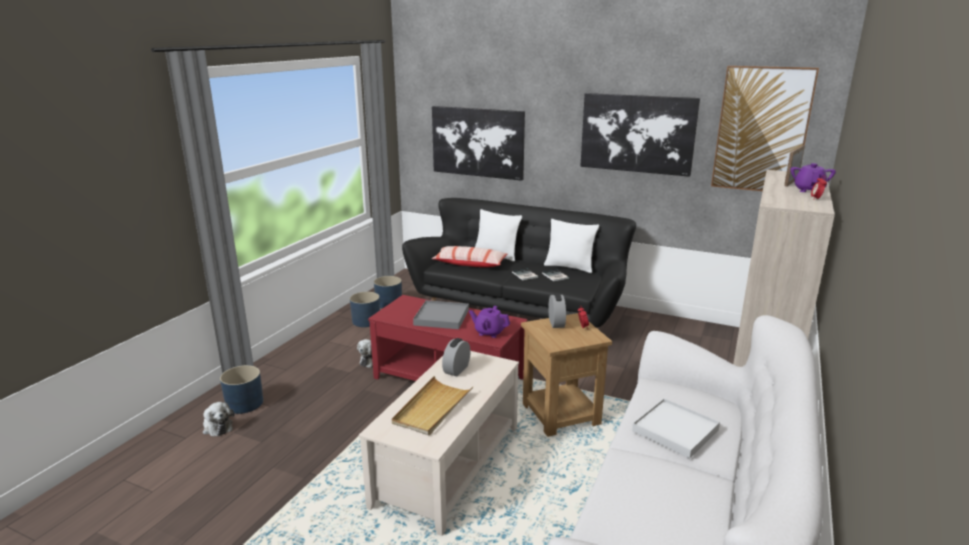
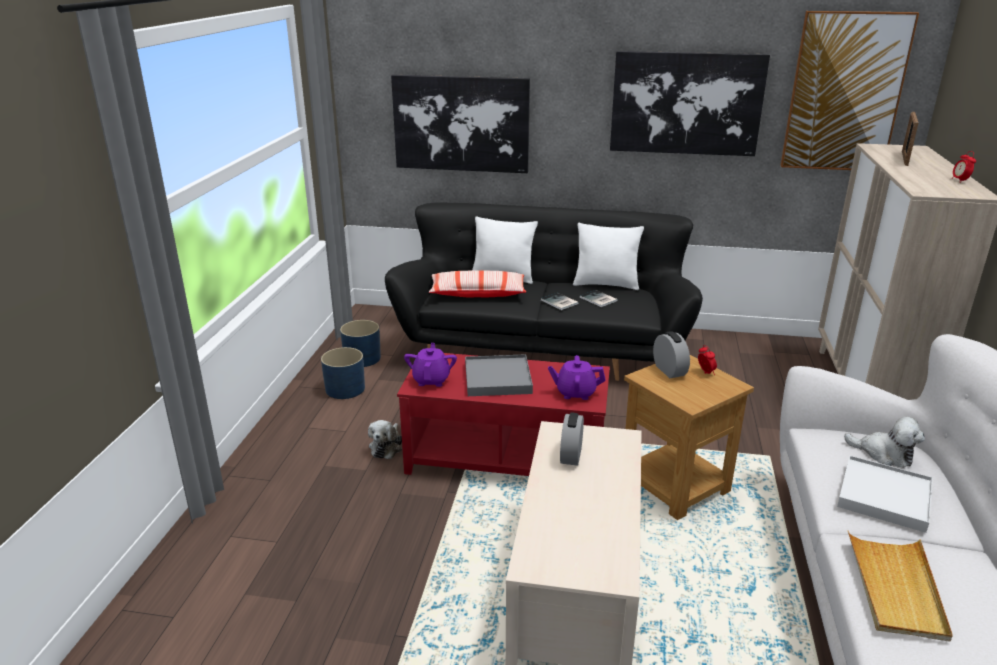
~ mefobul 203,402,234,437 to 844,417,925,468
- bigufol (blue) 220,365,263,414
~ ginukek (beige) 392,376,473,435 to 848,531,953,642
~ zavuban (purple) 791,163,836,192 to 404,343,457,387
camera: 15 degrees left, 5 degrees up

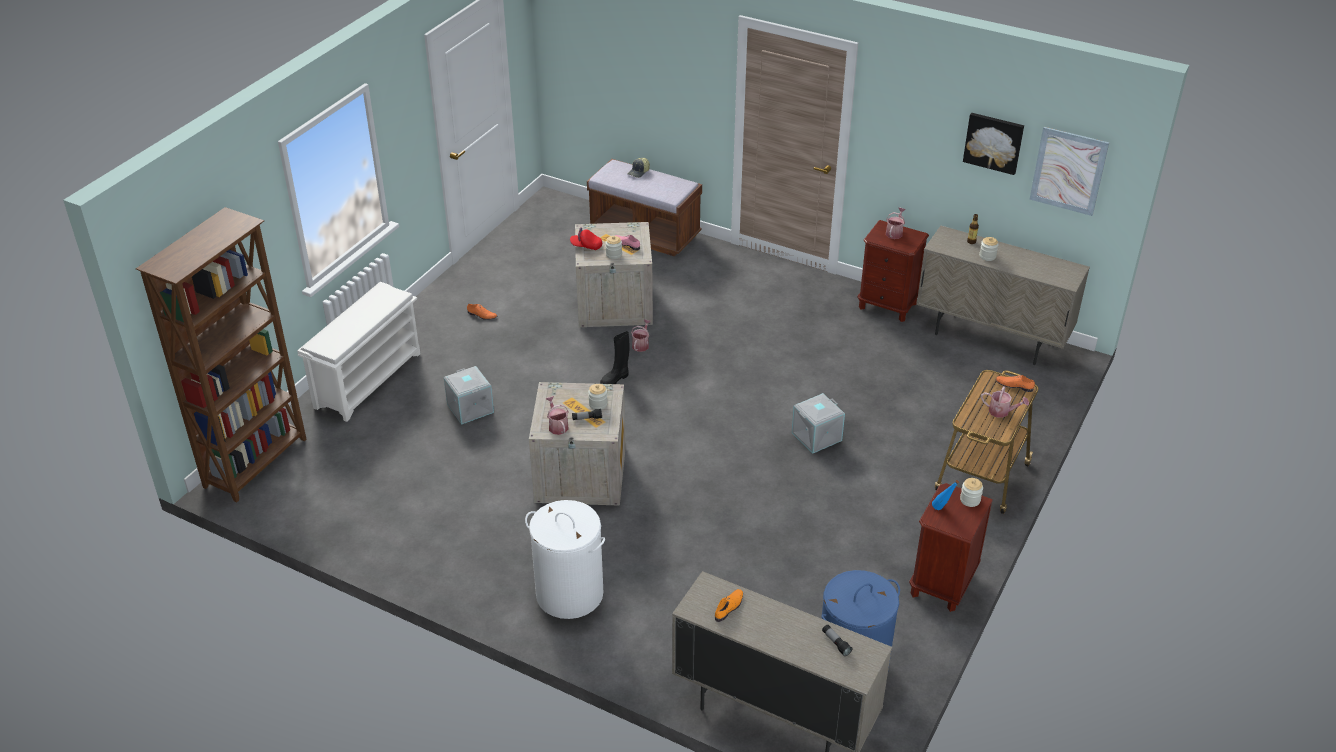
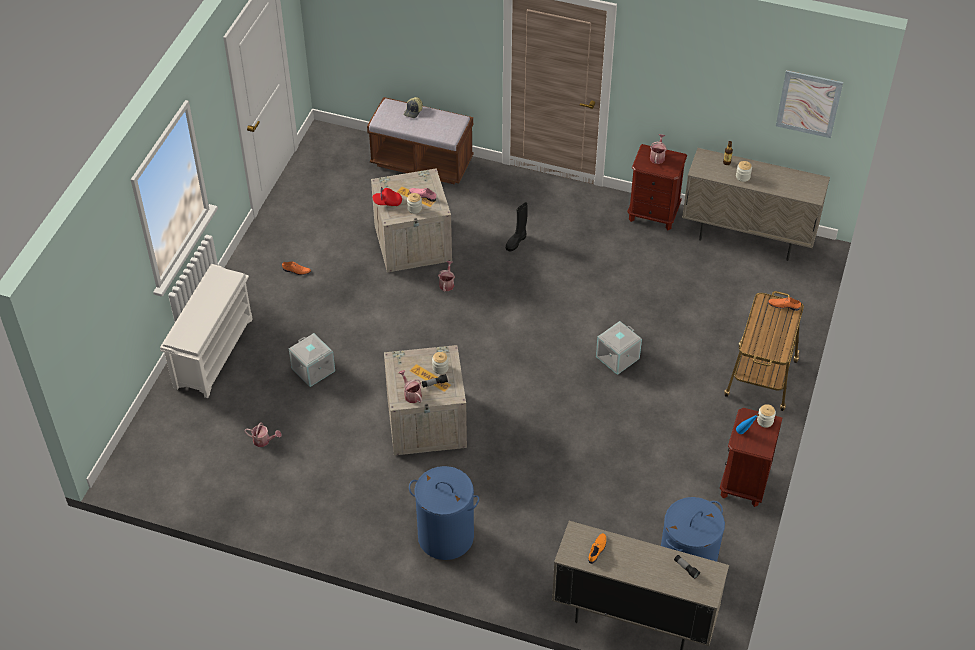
- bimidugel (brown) 136,207,307,503
~ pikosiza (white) 525,500,605,619 to pikosiza (blue) 409,466,479,560
~ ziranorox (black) 600,331,629,384 to 506,202,528,252
- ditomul 963,113,1024,175
~ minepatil 981,386,1029,418 to 244,422,281,447
camera: 10 degrees left, 10 degrees up

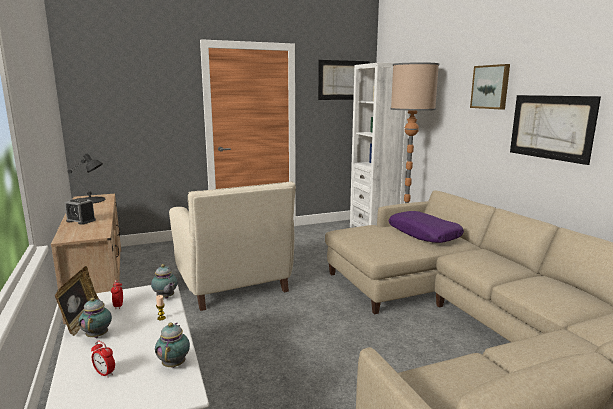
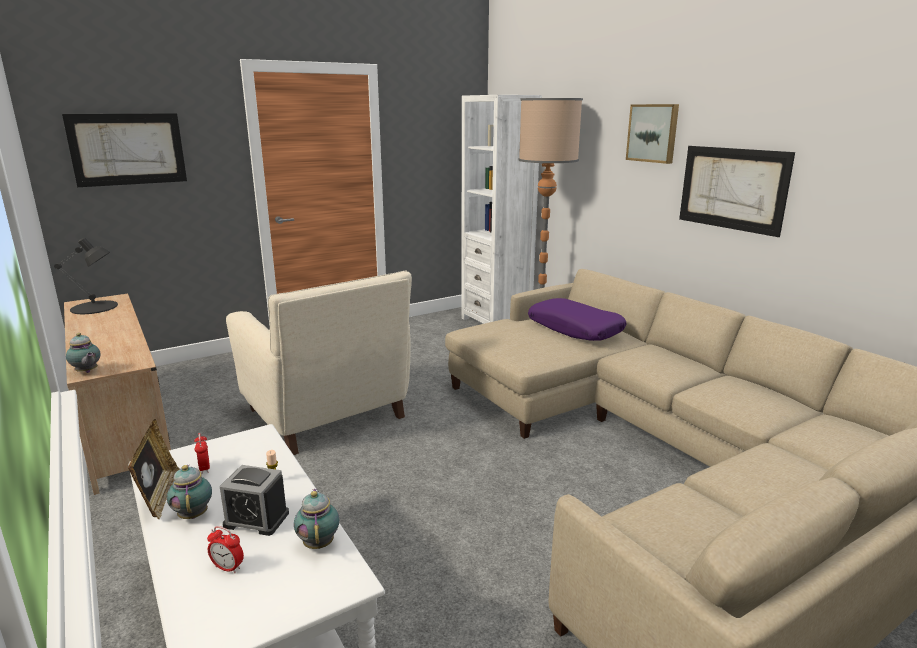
~ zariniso 65,198,96,225 to 220,465,289,536
~ zavuban 151,264,178,299 to 66,333,100,373
~ ditomul 318,60,370,100 to 62,113,187,187
camera: 10 degrees left, 5 degrees up

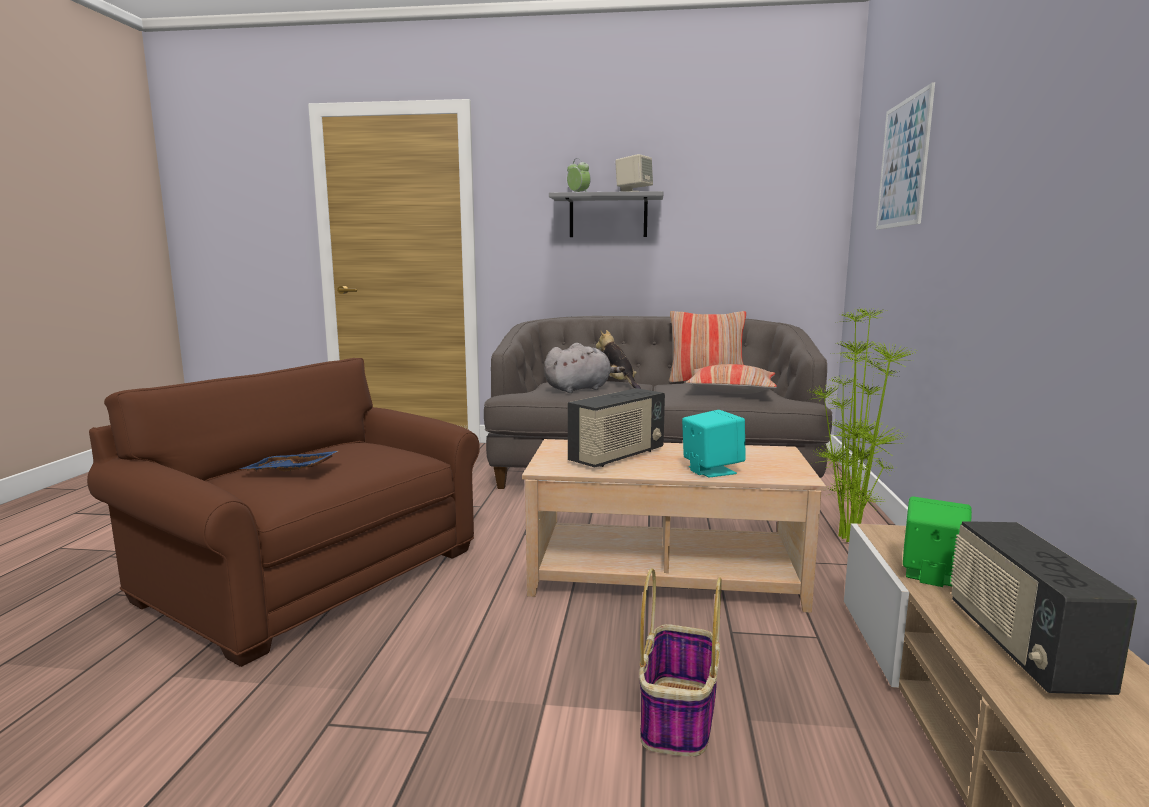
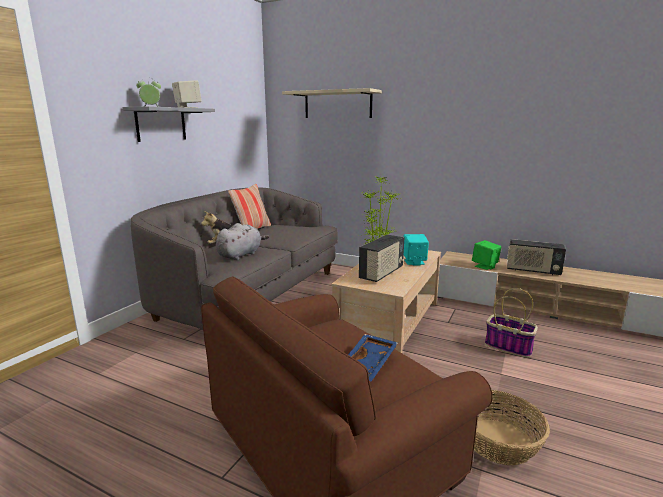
~ mefobul (grey) 544,343,625,393 = 216,223,269,260 45 degrees clockwise
~ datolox 568,388,665,467 = 359,235,404,282 60 degrees clockwise
- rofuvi 685,364,777,394
~ ditomul 876,82,935,230 to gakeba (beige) 282,88,382,118
+ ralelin 474,390,550,465
camera: 70 degrees left, 5 degrees up

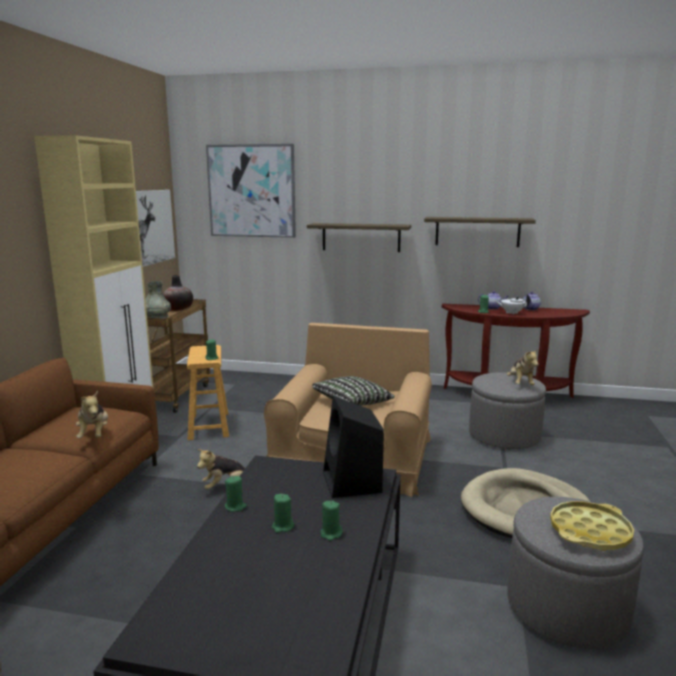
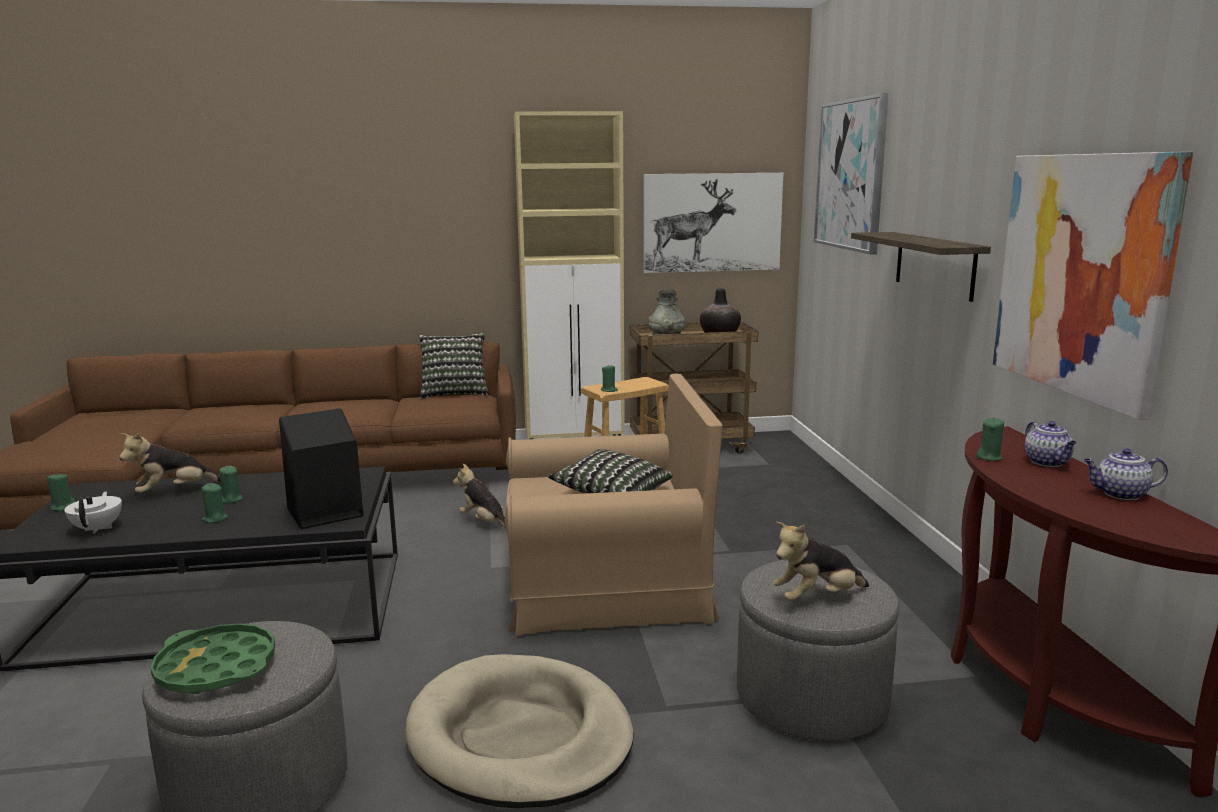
~ mefobul 76,391,108,438 to 119,433,221,493
~ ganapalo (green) 224,476,247,512 to 47,473,75,512
~ gakeba 424,217,536,247 to ditomul 993,151,1193,420
~ zavuban (white) 495,293,530,315 to 64,491,122,534
~ ginukek (yellow) 550,501,634,551 to ginukek (green) 150,623,275,694
+ rofuvi 419,332,489,399
camera: 70 degrees right, 0 degrees up

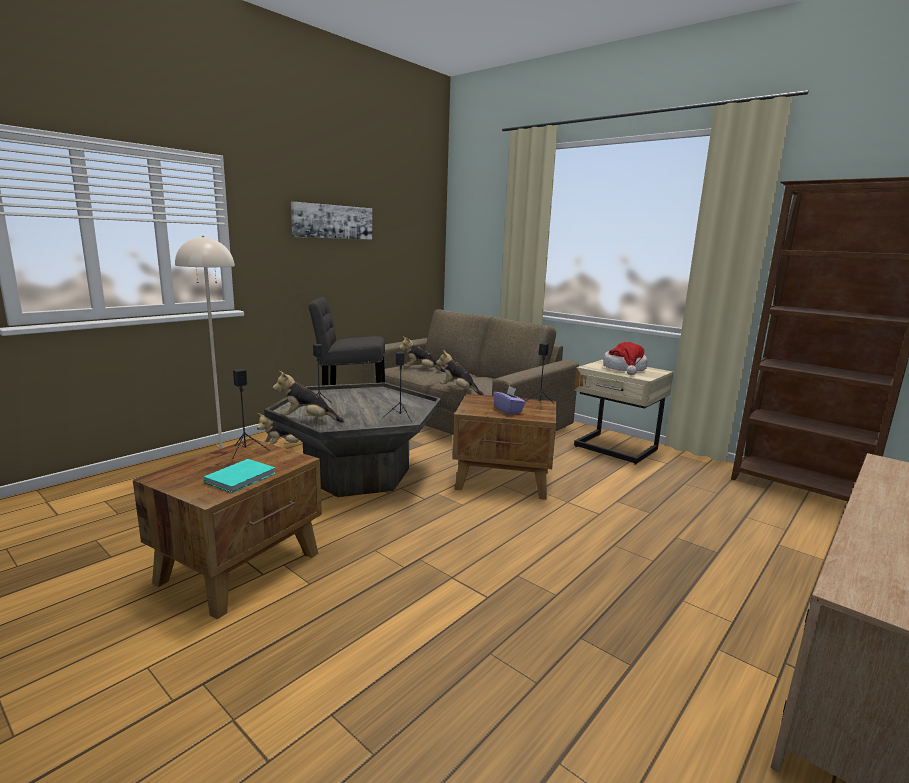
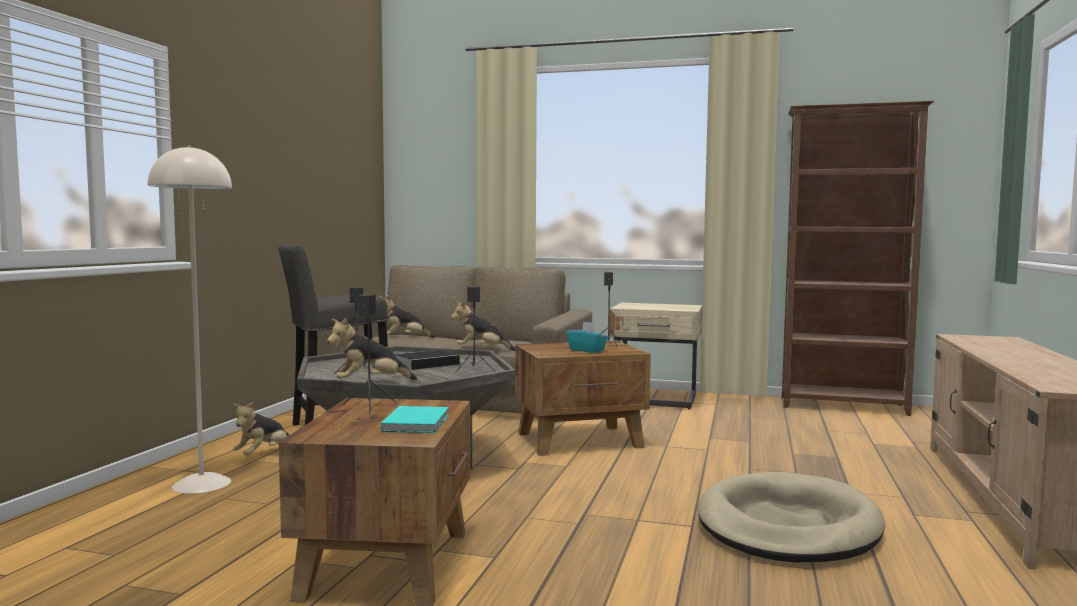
- ditomul 291,202,372,240
~ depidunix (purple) 493,386,526,415 to depidunix (turquoise) 567,322,608,353
- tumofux 603,342,647,375
+ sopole 395,350,460,370
+ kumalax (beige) 698,472,885,562
camera: 25 degrees left, 10 degrees down

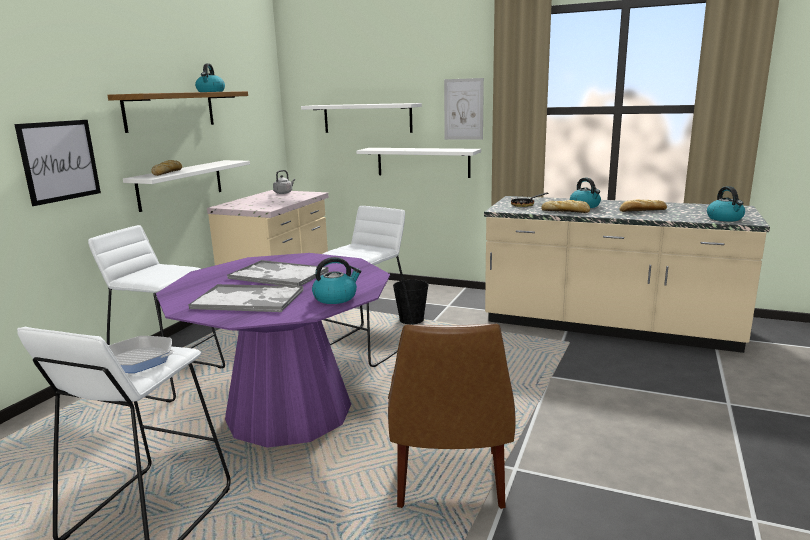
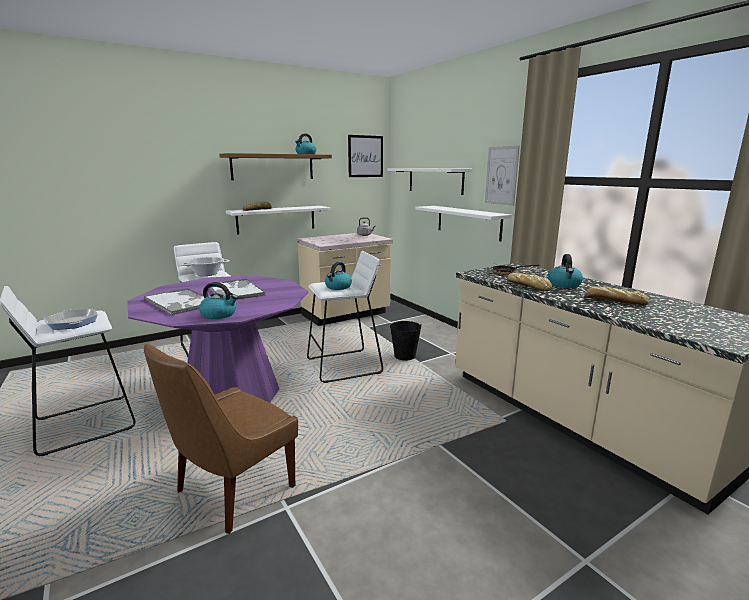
~ ditomul 14,120,101,206 to 348,135,383,177
~ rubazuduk 707,186,745,221 to 325,262,352,290
+ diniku 181,257,230,276
camera: 35 degrees right, 0 degrees up

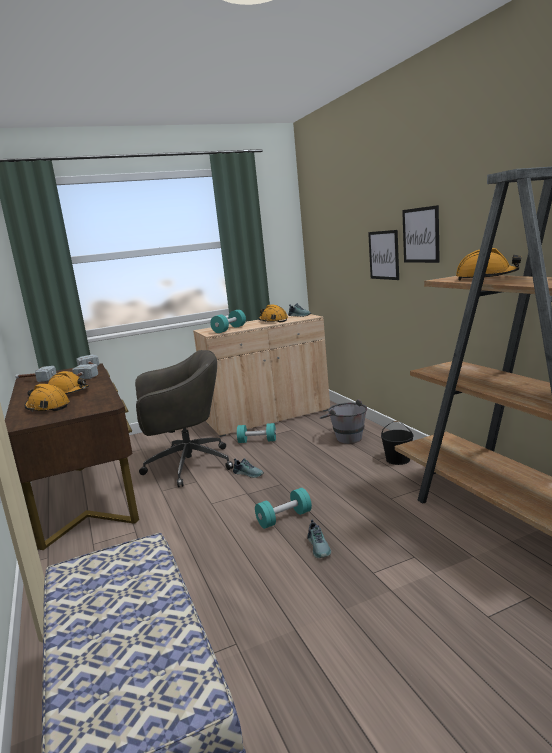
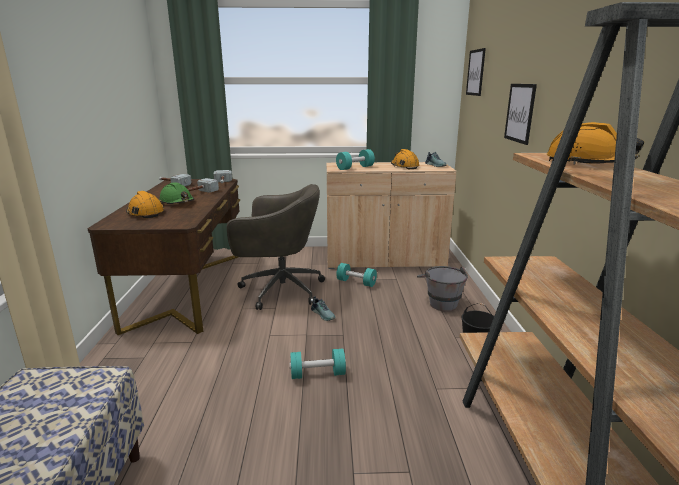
~ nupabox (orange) 48,371,89,394 to nupabox (green) 159,182,194,204
- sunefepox 307,519,331,558
~ ditomul 402,205,440,263 to 466,48,486,96
camera: 20 degrees right, 5 degrees up

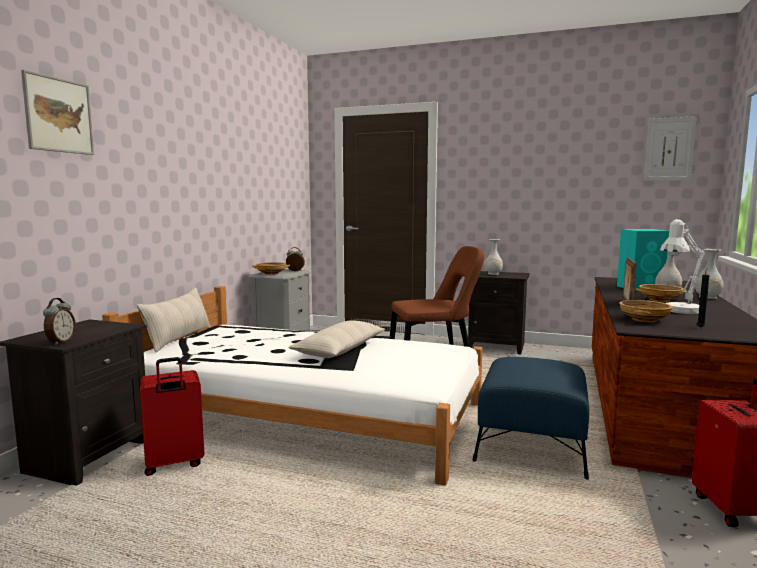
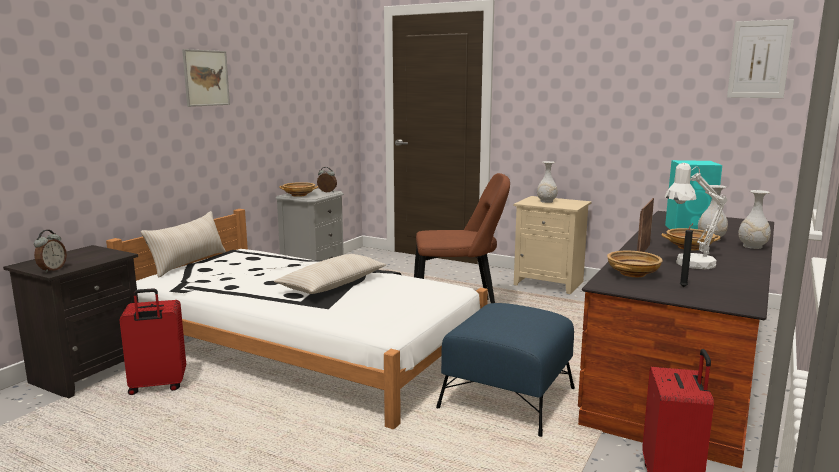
~ ditomul 21,70,94,155 to 182,49,230,107
~ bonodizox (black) 468,271,530,354 to bonodizox (beige) 514,196,591,294
camera: 10 degrees right, 5 degrees up

